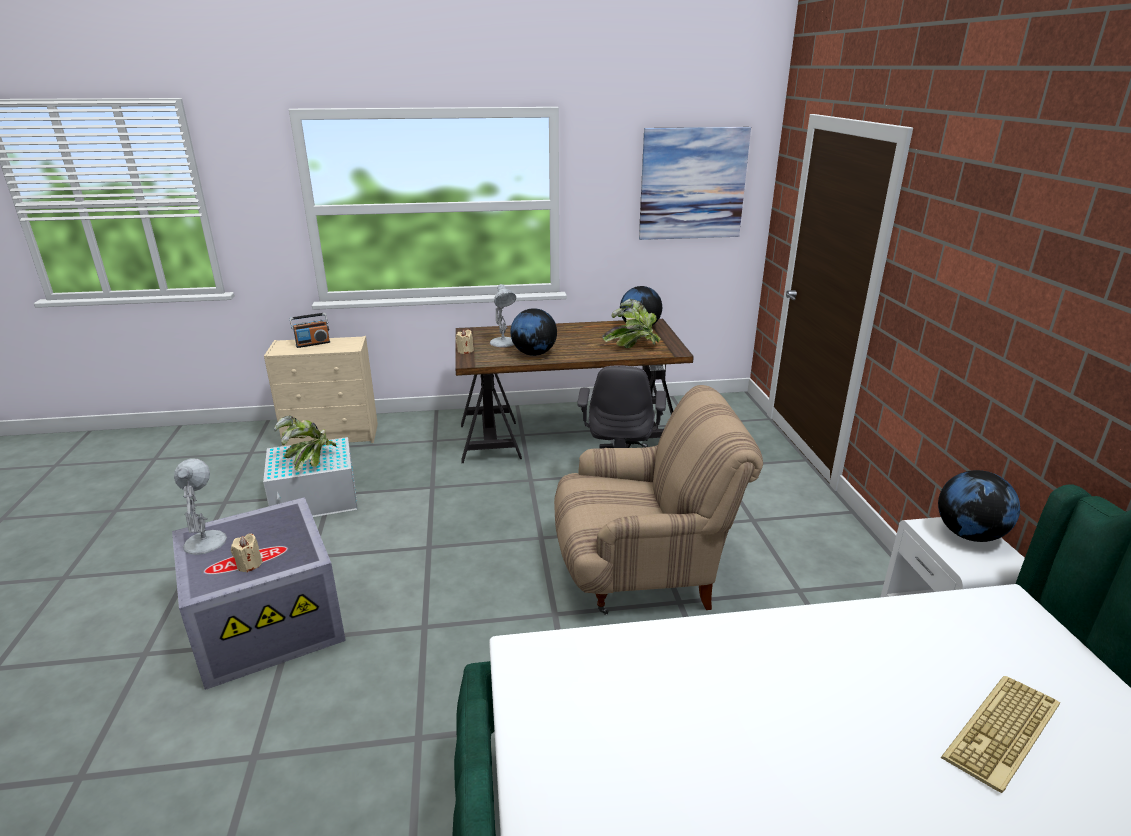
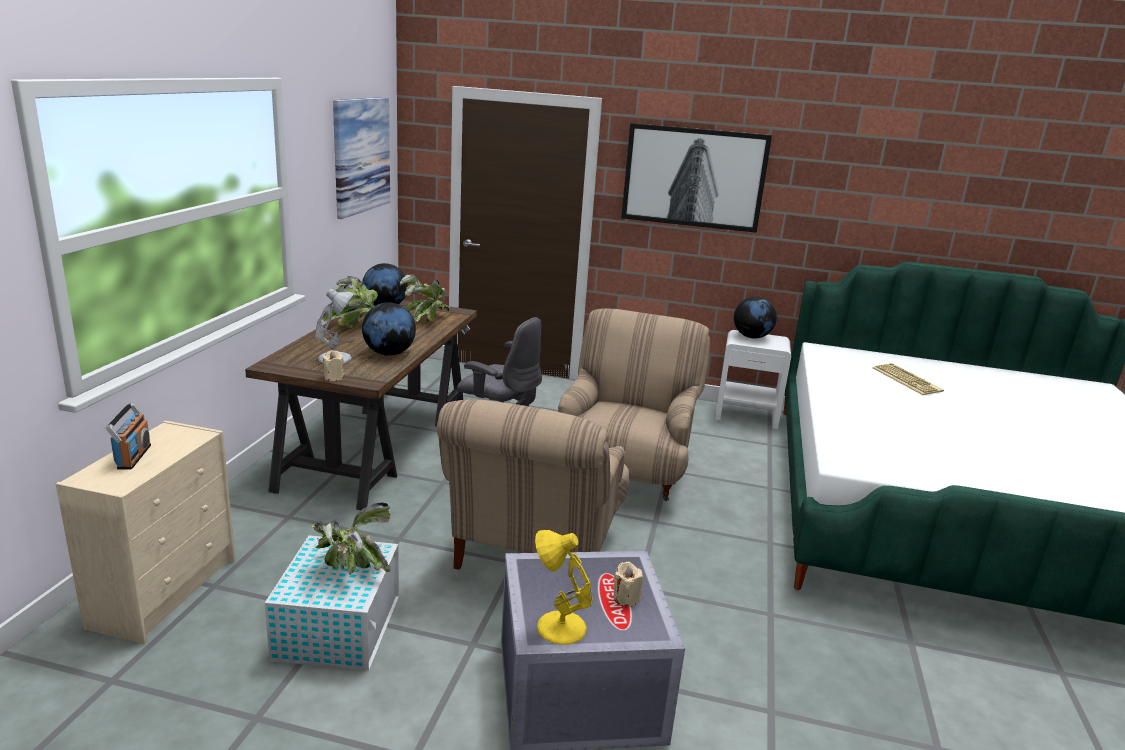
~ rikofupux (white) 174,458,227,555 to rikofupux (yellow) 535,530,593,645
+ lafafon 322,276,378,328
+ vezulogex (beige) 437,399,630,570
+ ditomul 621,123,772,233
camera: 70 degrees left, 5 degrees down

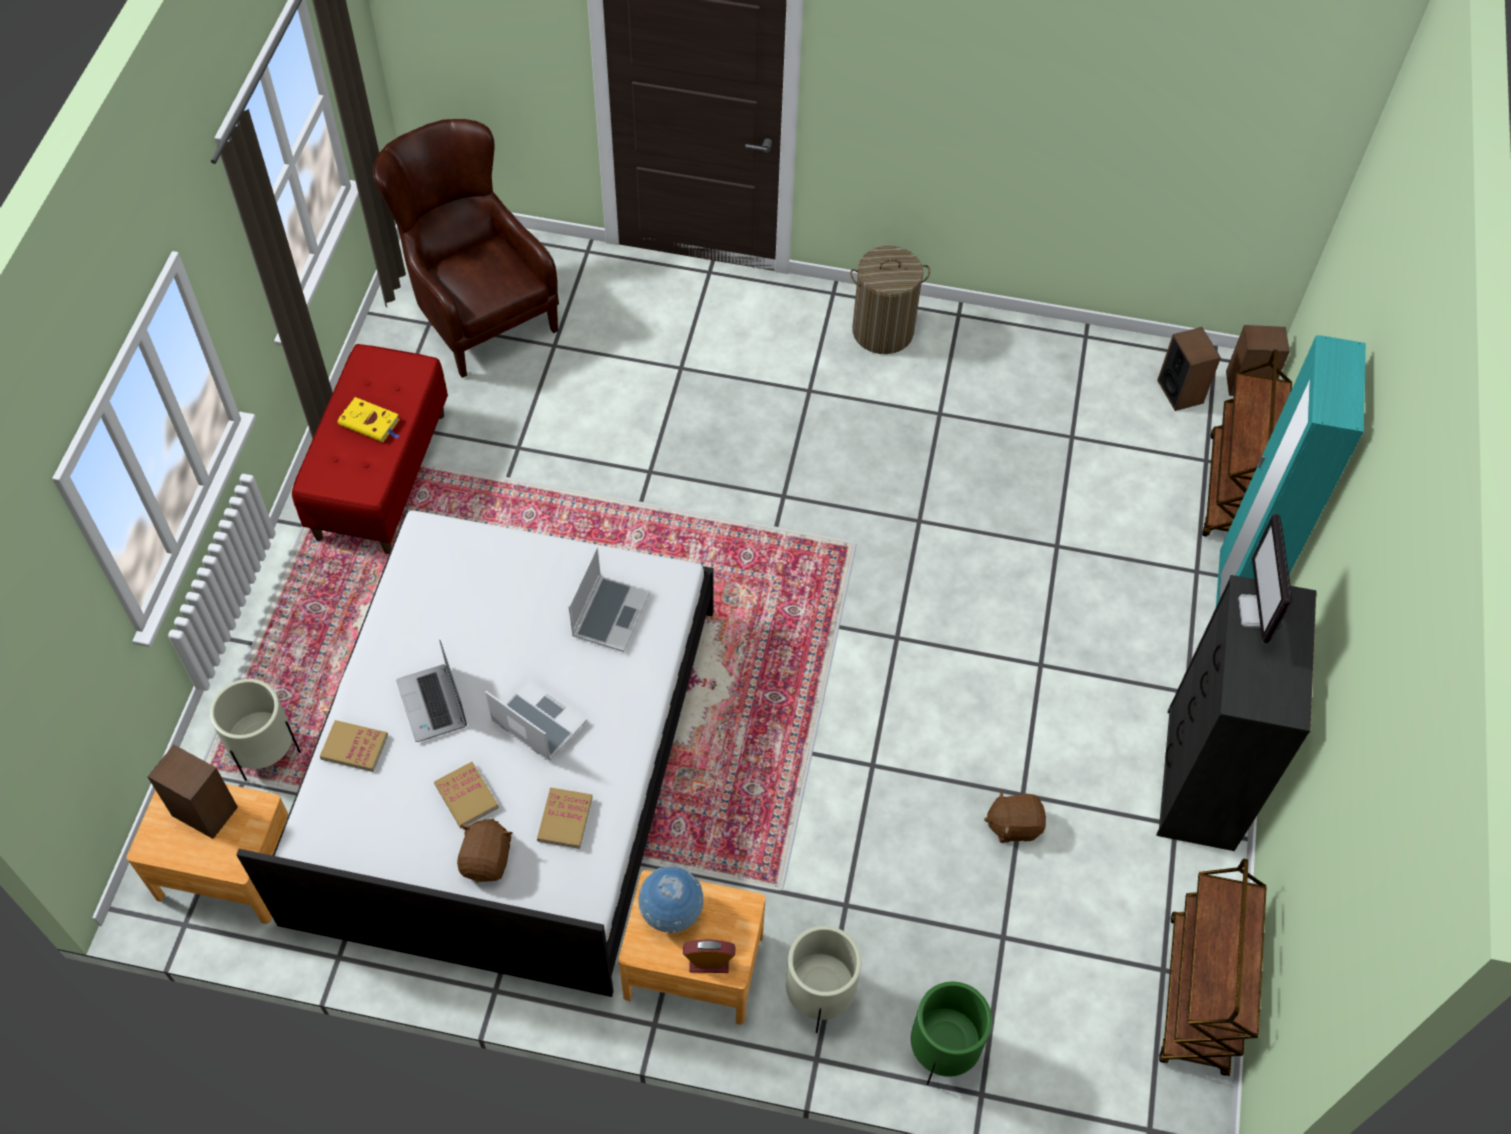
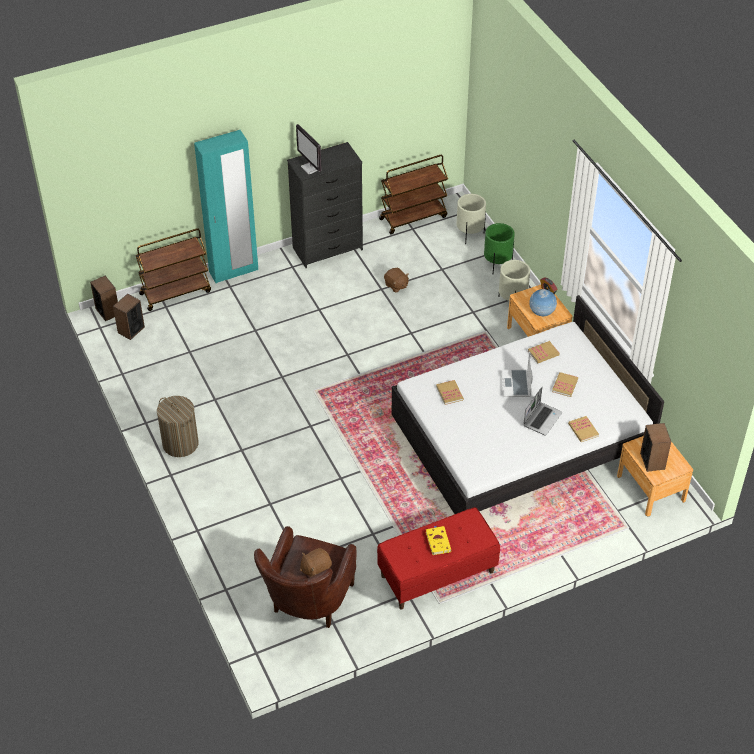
~ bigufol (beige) 210,679,301,781 to 457,194,486,244
~ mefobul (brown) 457,819,512,883 to 300,548,332,577
~ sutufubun 568,547,650,652 to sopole 436,380,464,405
~ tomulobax 1238,514,1292,643 = 296,124,322,174 90 degrees clockwise
camera: 125 degrees left, 10 degrees down

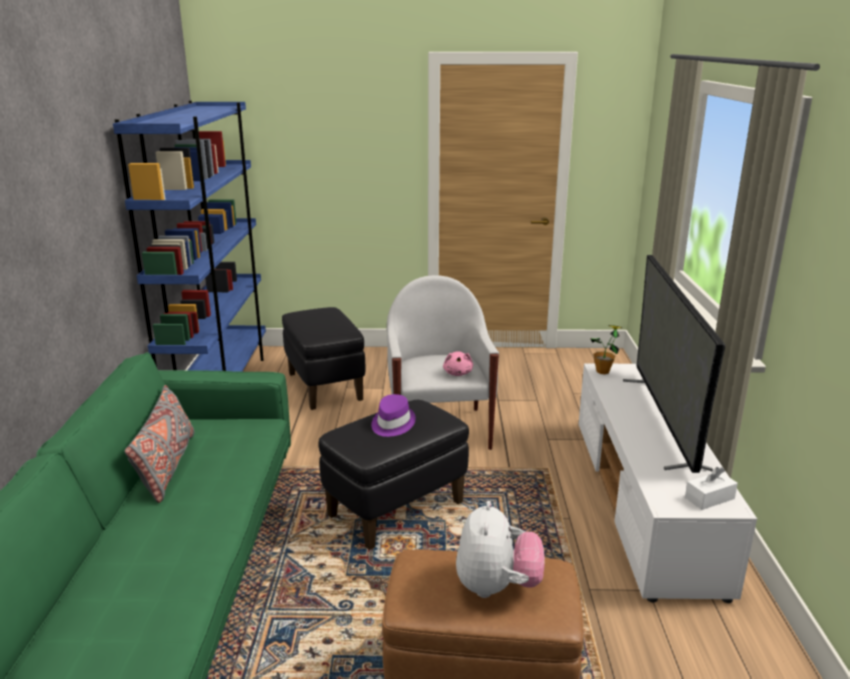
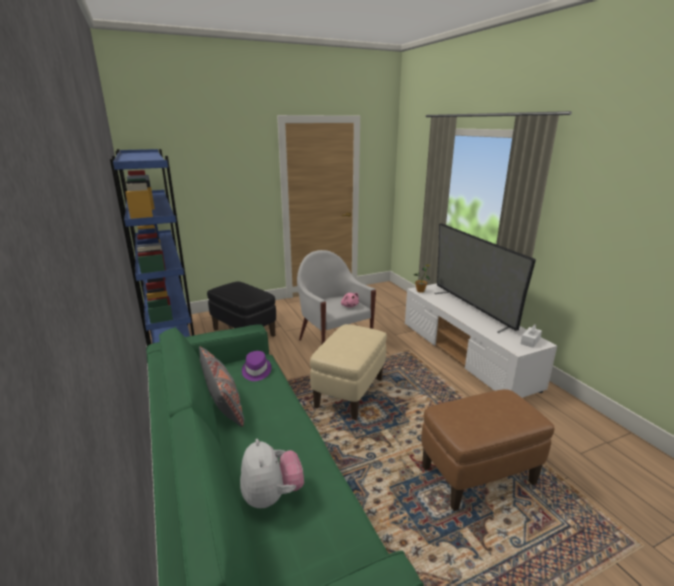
~ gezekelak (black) 318,400,469,550 to gezekelak (beige) 310,324,387,420
~ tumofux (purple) 371,394,416,437 to 242,351,271,381
~ mefobul 456,501,545,598 to 240,439,304,508
camera: 25 degrees left, 0 degrees up

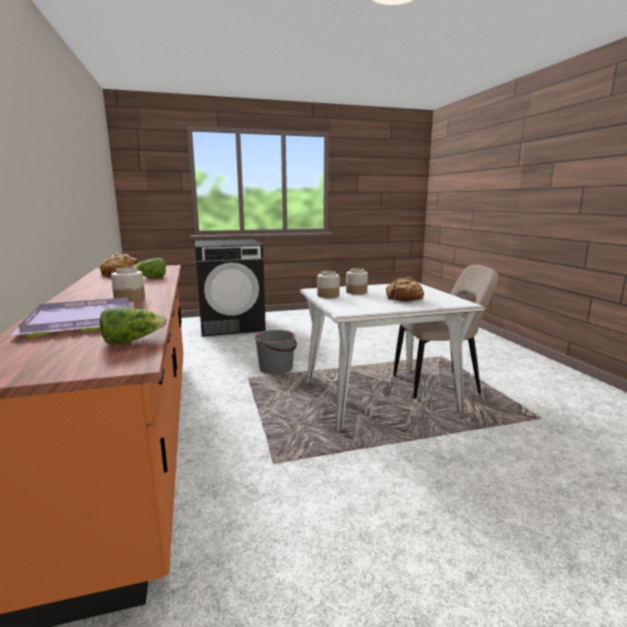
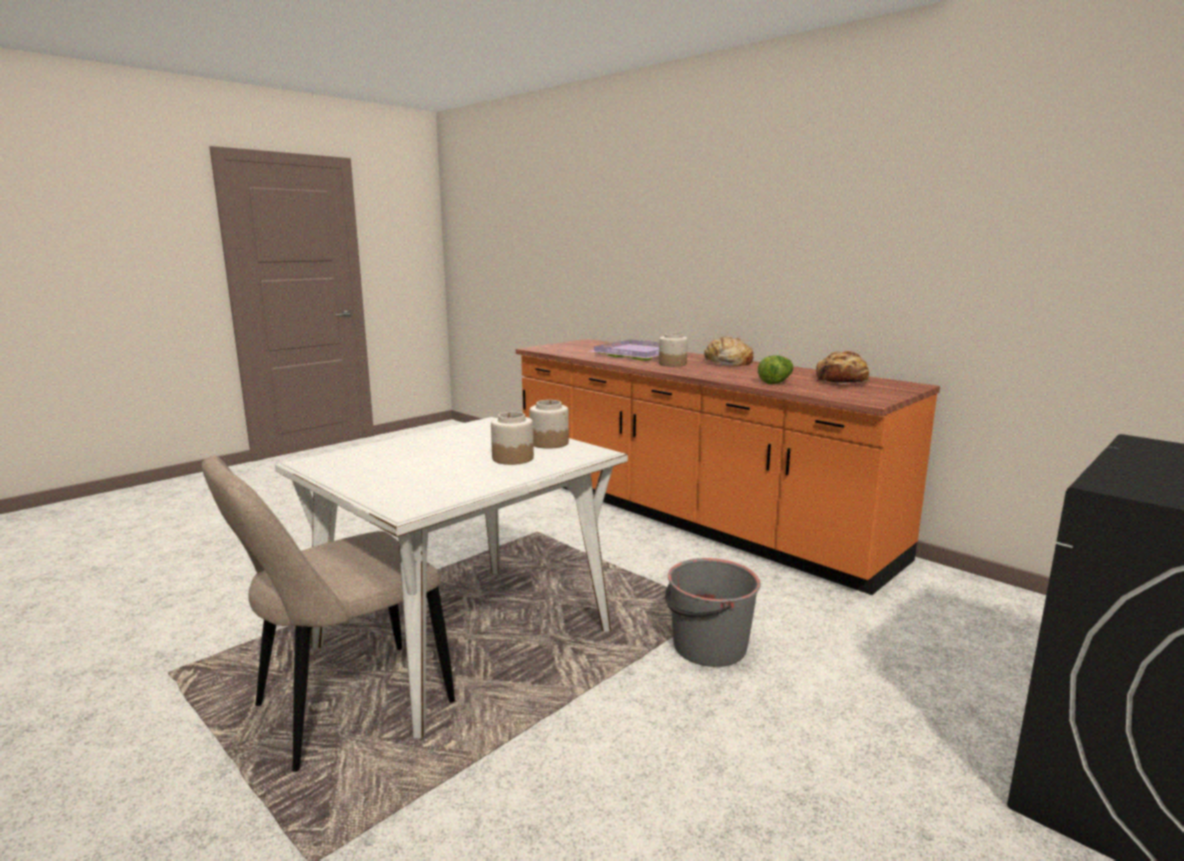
- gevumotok 100,308,167,345
~ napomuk 386,277,424,302 to 704,336,753,366
camera: 150 degrees right, 0 degrees up

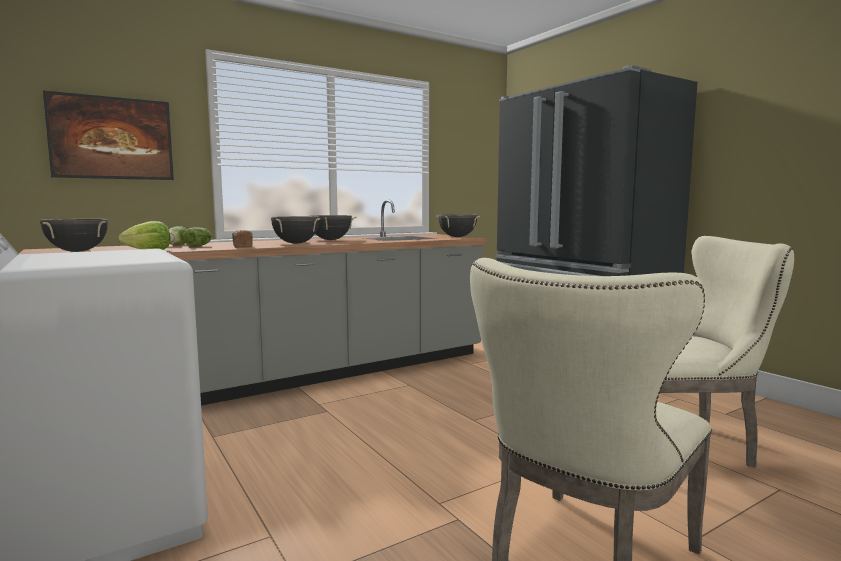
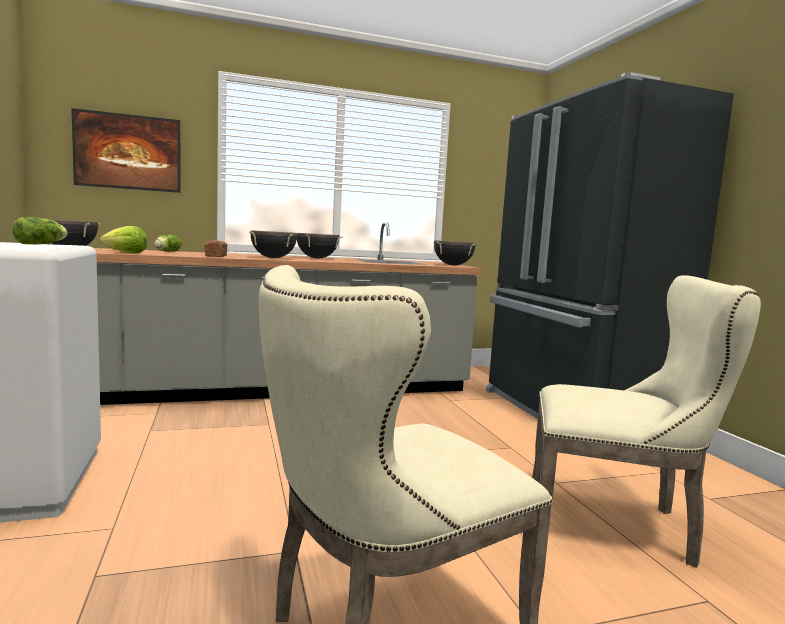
~ gevumotok 183,227,212,247 to 12,217,68,244
camera: 15 degrees right, 0 degrees up

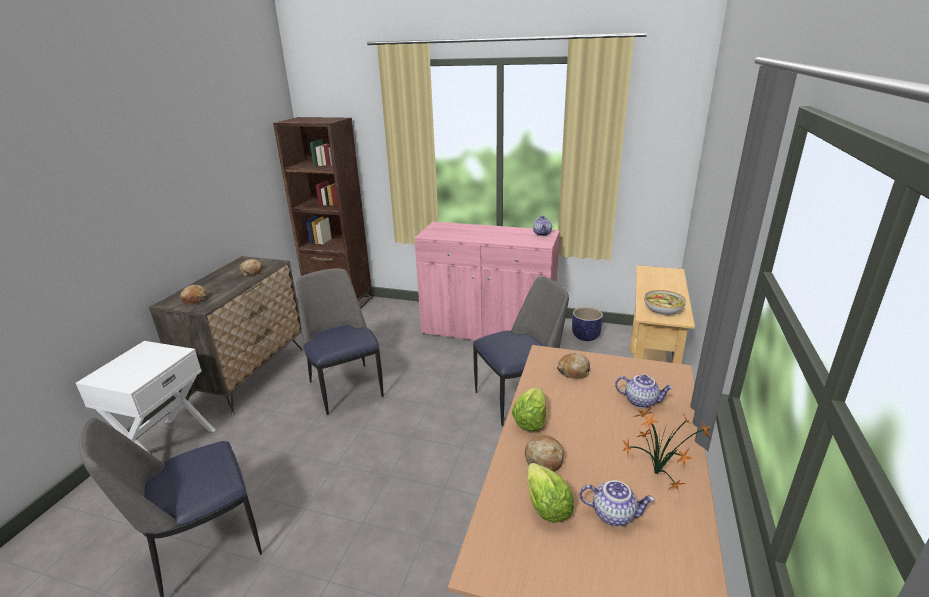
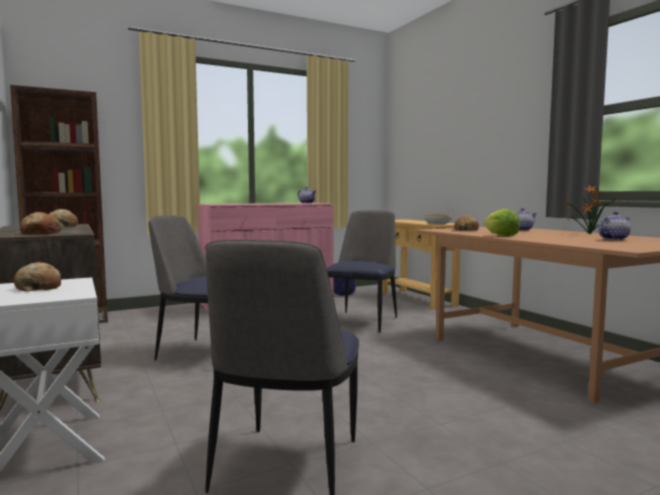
~ napomuk 525,435,563,472 to 14,262,61,291
- gevumotok 527,463,574,523
camera: 45 degrees left, 20 degrees down

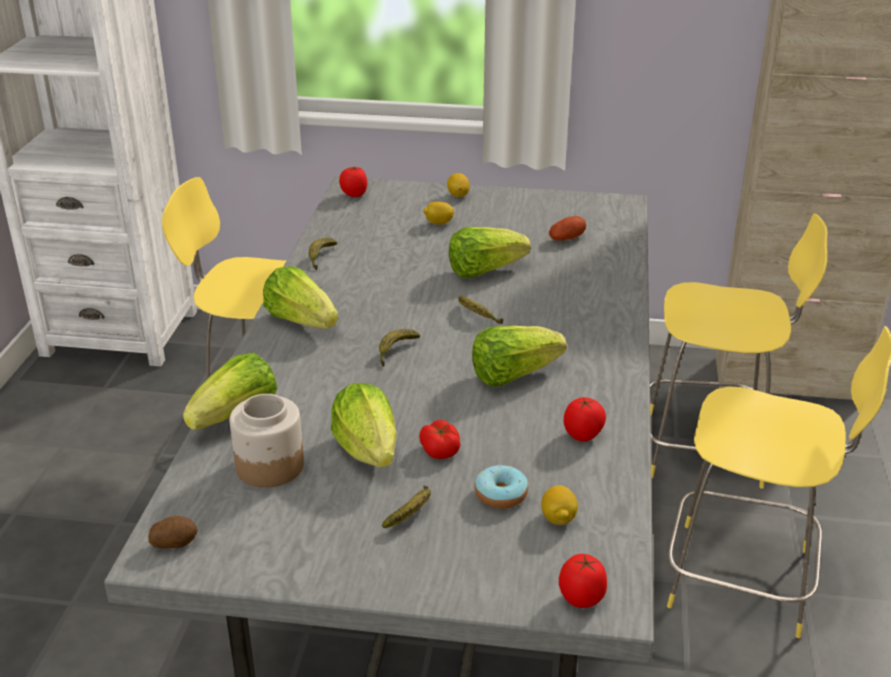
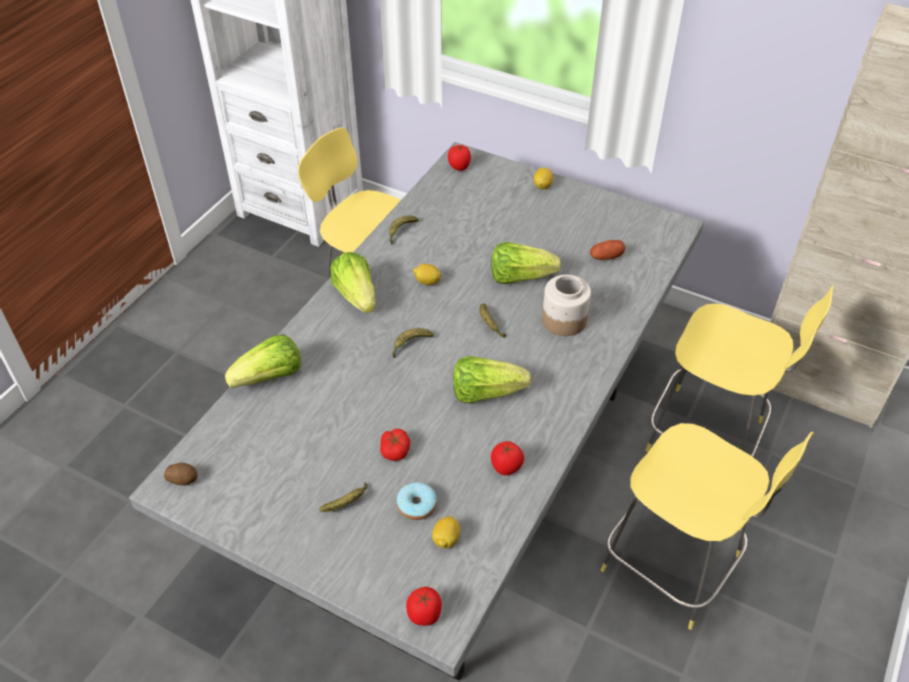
~ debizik 230,394,304,488 to 542,275,591,336
- gevumotok 331,383,396,467
~ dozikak 423,202,455,225 to 413,264,441,285
camera: 20 degrees right, 15 degrees up

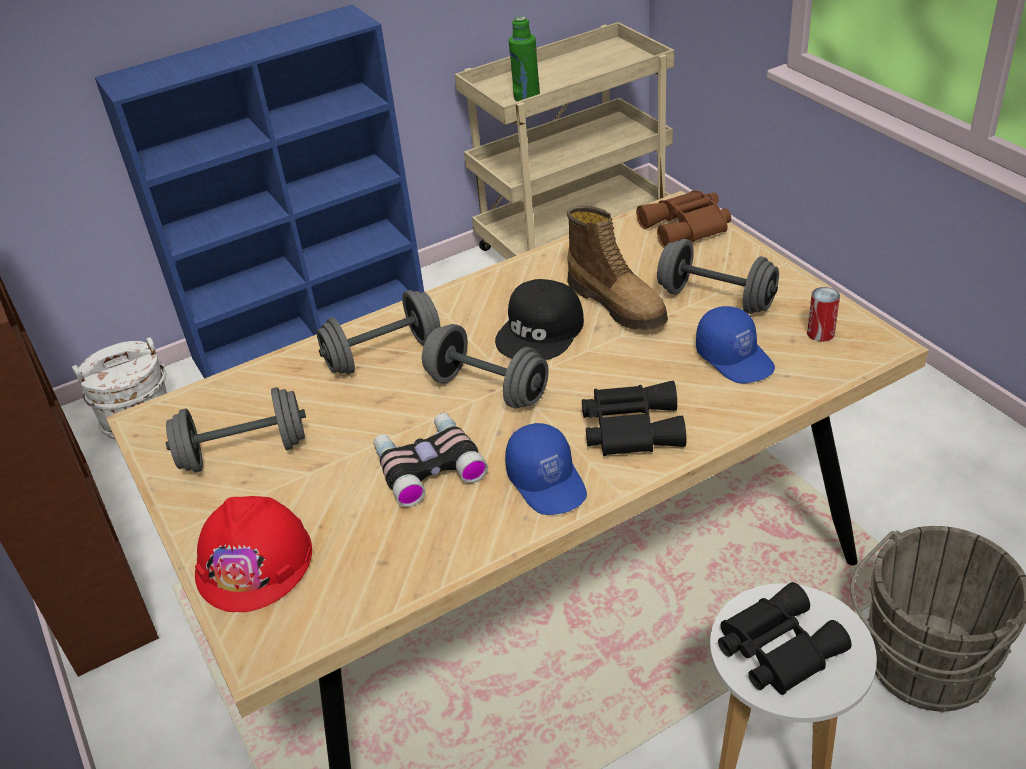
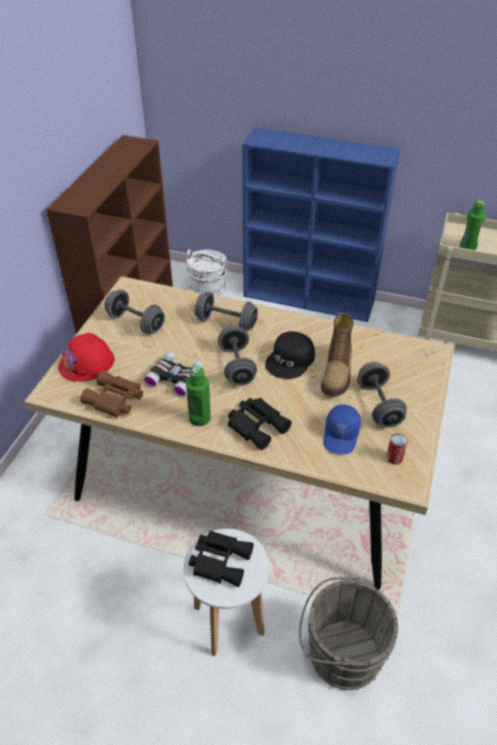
~ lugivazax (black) 495,279,584,360 = 265,331,315,379 45 degrees counterclockwise
~ lugivazax (blue) 505,423,587,515 to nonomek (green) 186,366,211,426
~ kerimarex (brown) 636,191,731,248 to 80,371,143,418
camera: 45 degrees right, 5 degrees up

